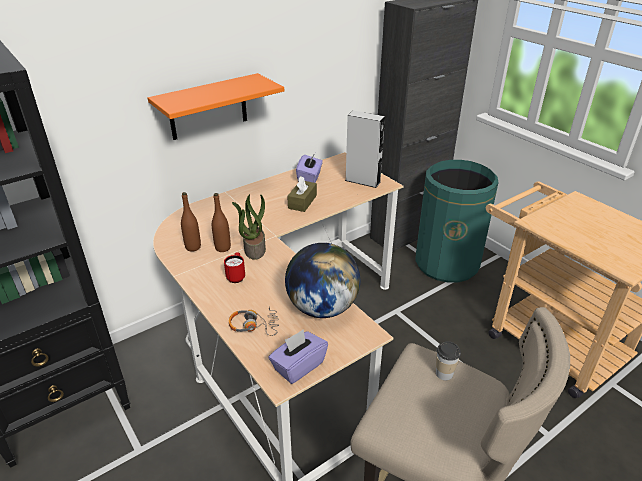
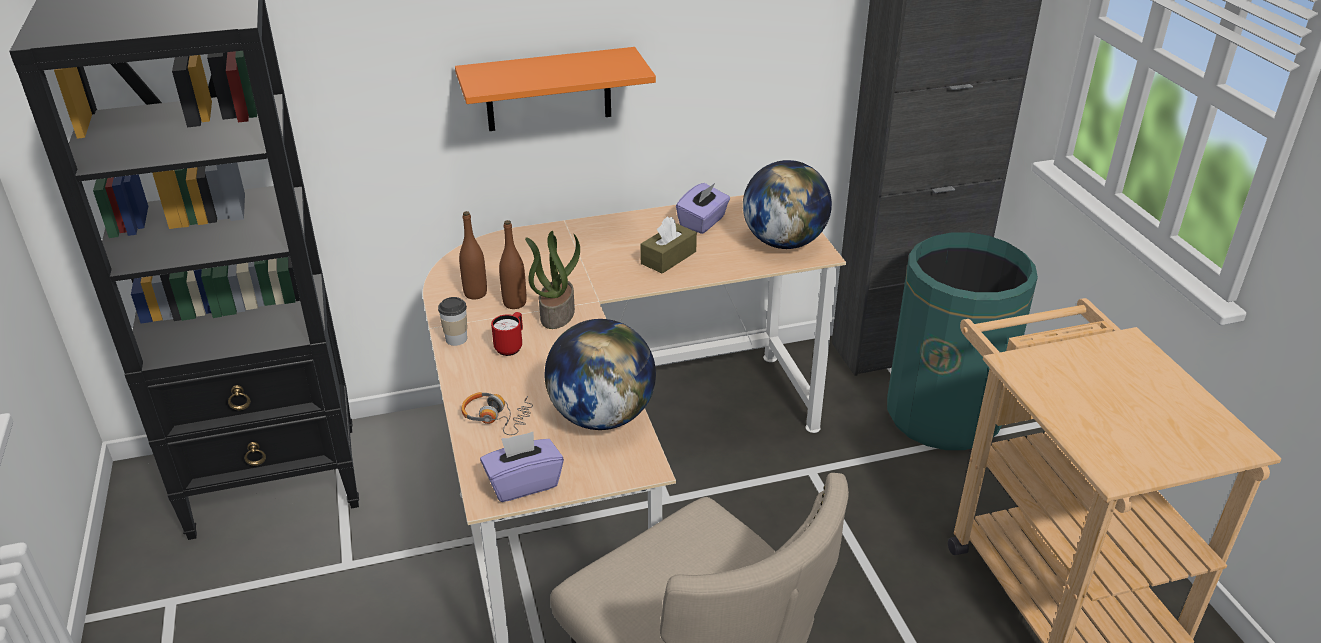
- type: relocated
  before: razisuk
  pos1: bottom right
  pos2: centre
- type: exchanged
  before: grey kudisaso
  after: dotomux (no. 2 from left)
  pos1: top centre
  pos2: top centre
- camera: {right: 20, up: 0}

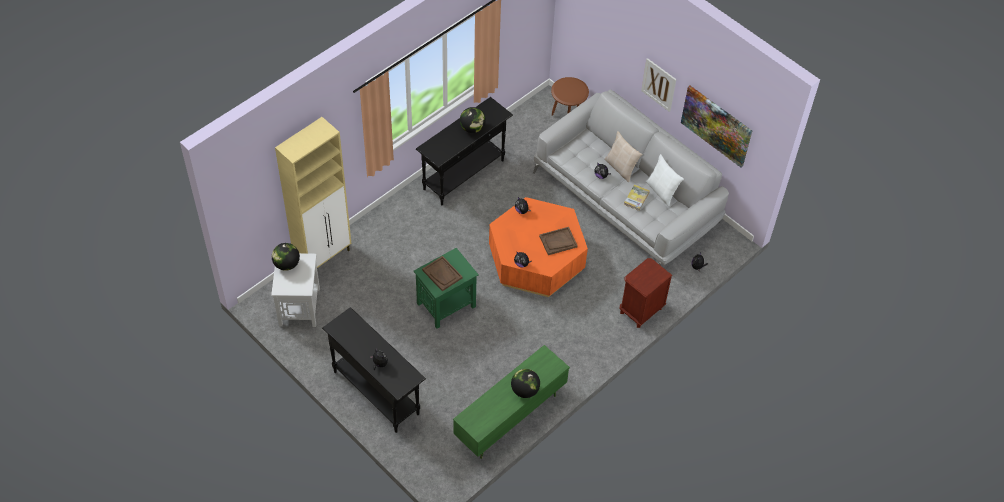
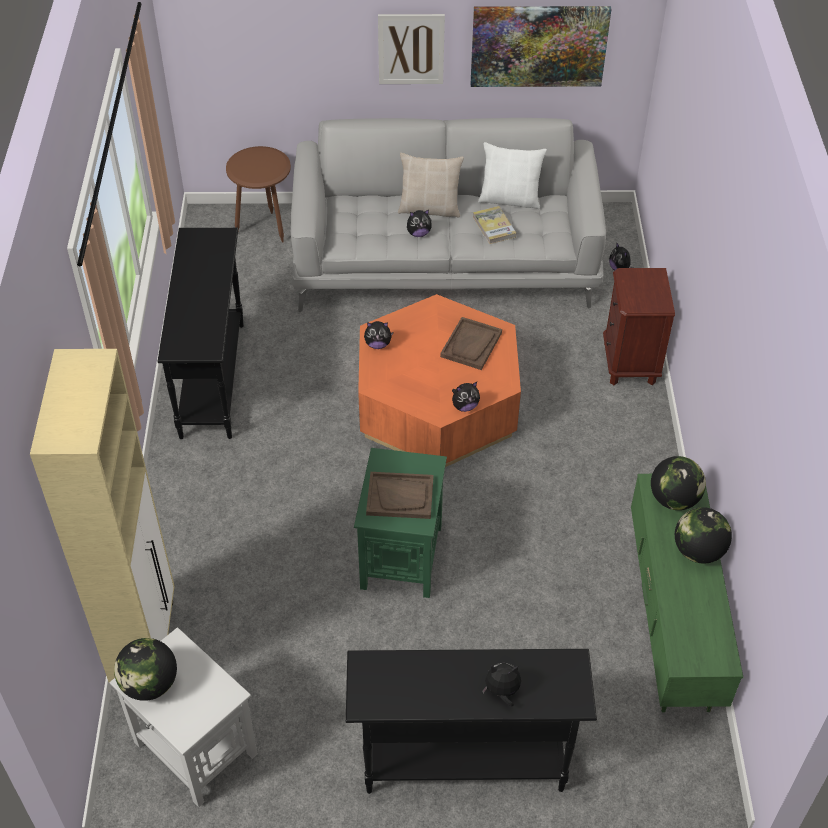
- type: relocated
  before: dotomux (no. 2 from left)
  pos1: top centre
  pos2: middle right
- camera: {right: -45, up: -5}

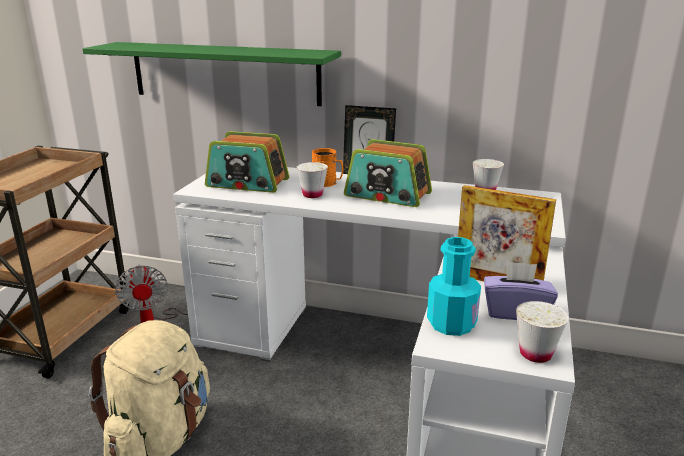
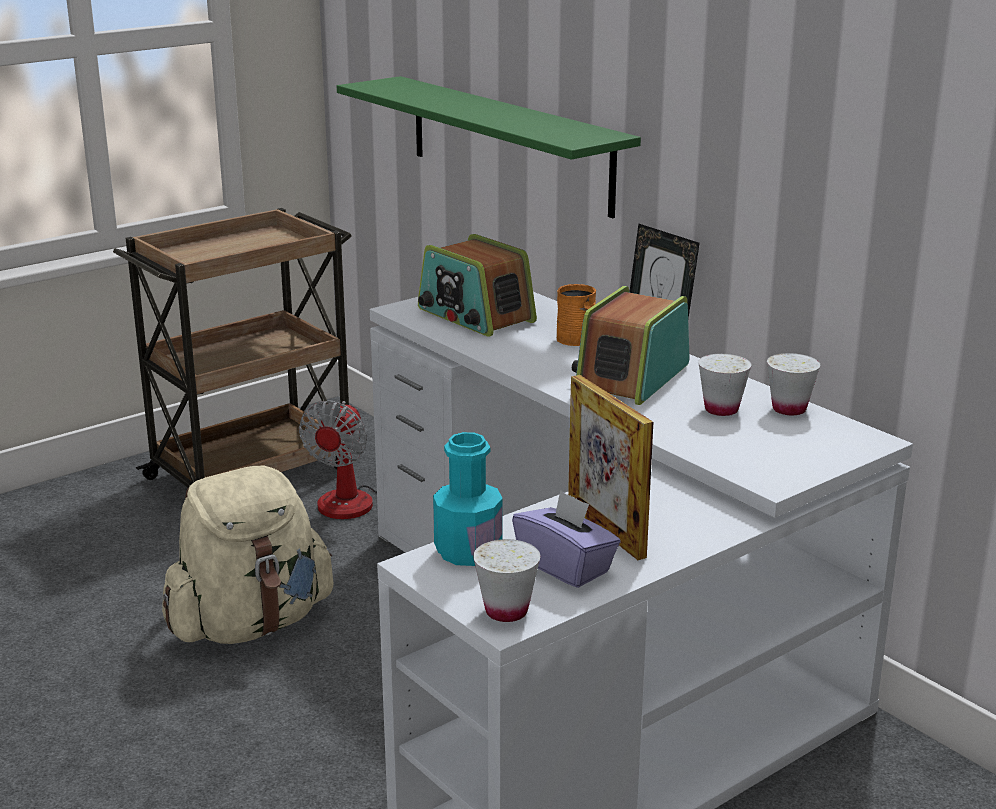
- type: spun
  before: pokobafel (no. 2 from left)
  pos1: centre
  pos2: centre
  turn: 60
- type: relocated
  before: white razisuk (no. 1 from left in the first image)
  after: white razisuk (no. 2 from left)
  pos1: centre
  pos2: middle right
- camera: {right: 35, up: 0}

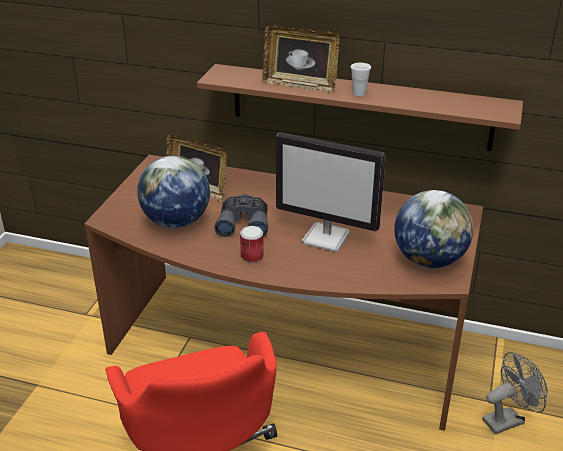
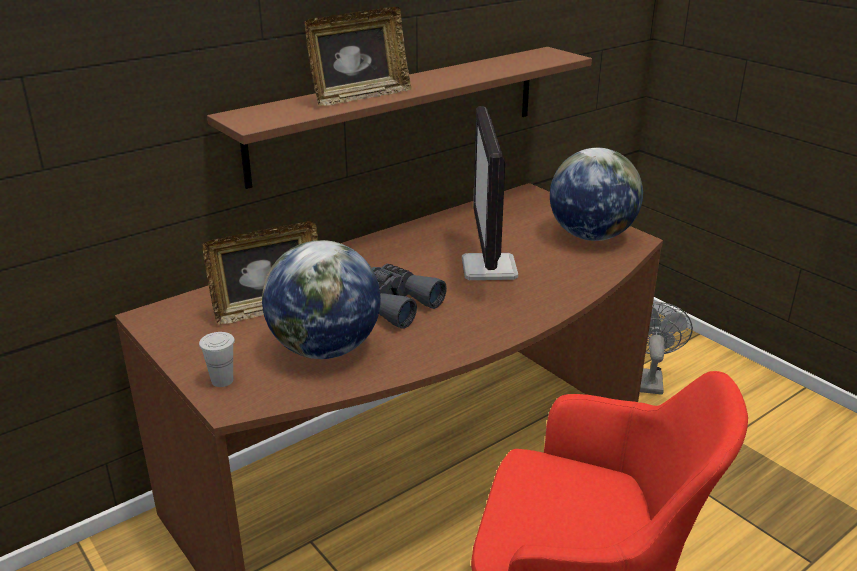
- type: relocated
  before: white razisuk
  pos1: top centre
  pos2: middle left
- type: spun
  before: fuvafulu
  pos1: centre
  pos2: centre
  turn: 120
- type: missing
  before: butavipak
  pos1: centre
- camera: {right: -55, up: -5}

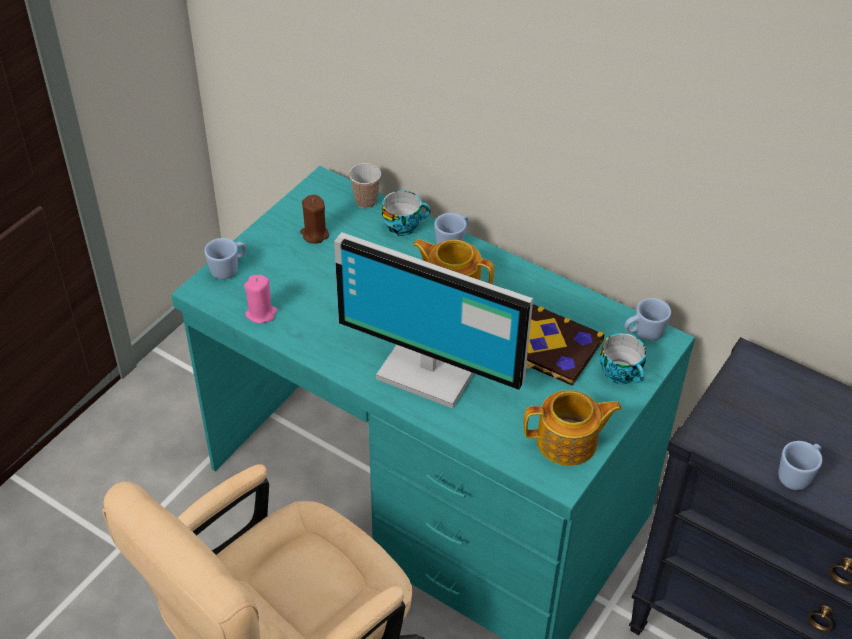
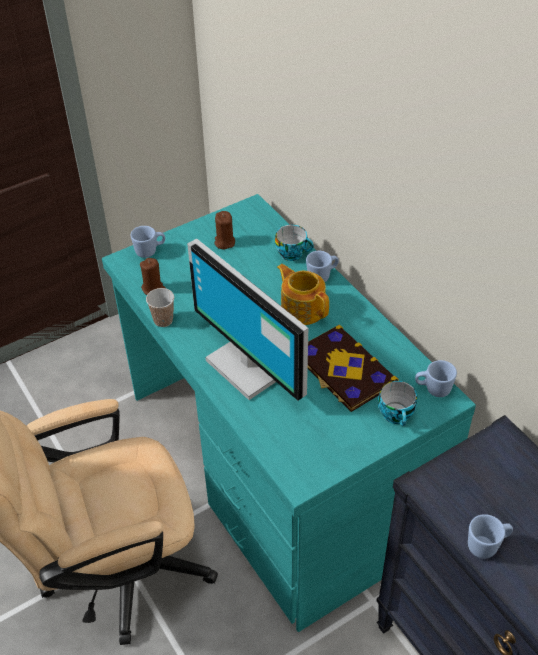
- type: colour
  before: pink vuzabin
  after: brown vuzabin (no. 1 from left)
  pos1: middle left
  pos2: middle left
- type: relocated
  before: razisuk (no. 1 from left)
  pos1: top centre
  pos2: middle left
- type: missing
  before: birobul (no. 2 from left)
  pos1: bottom right
- camera: {right: 25, up: 0}

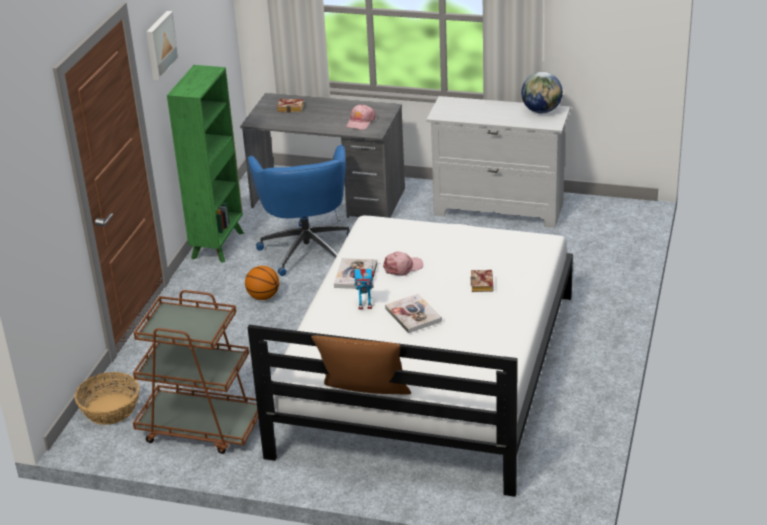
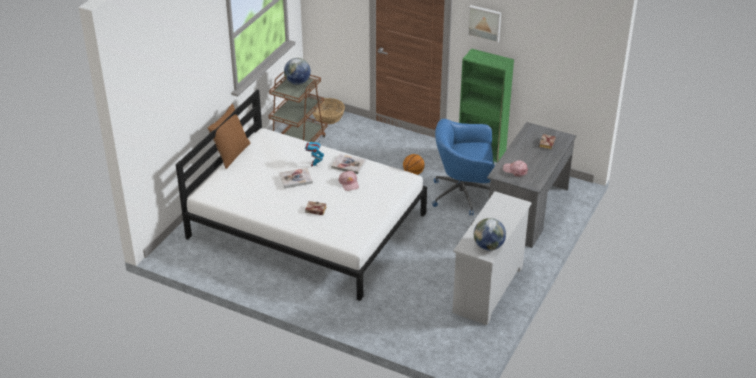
- type: appeared
  after: dotomux (no. 1 from left)
  pos2: top centre
- camera: {right: 100, up: 5}

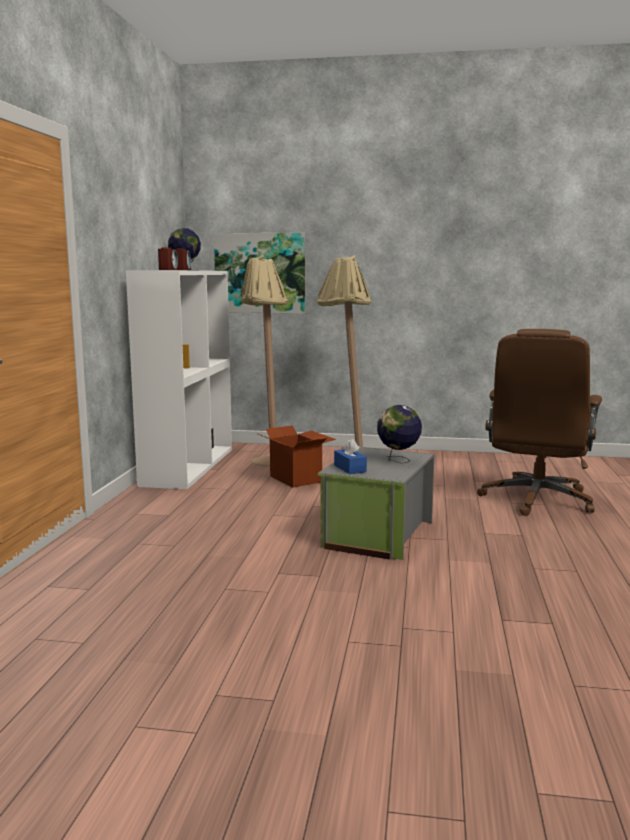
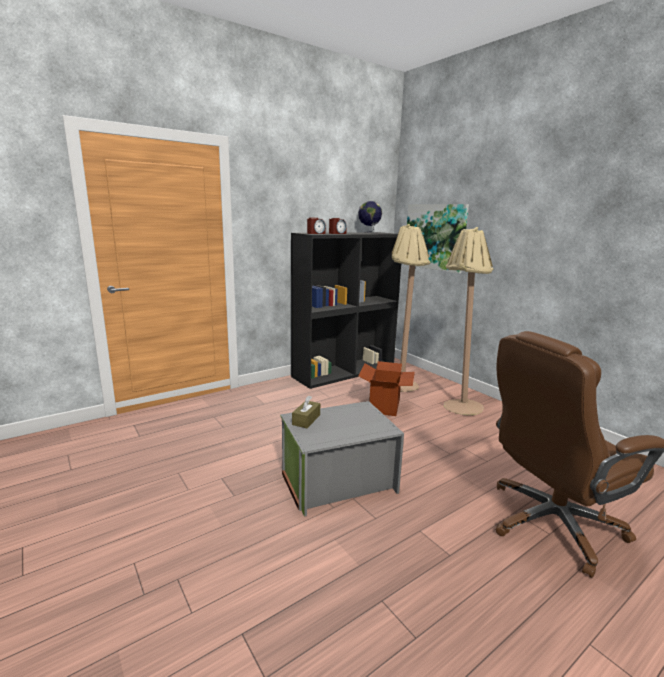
- type: colour
  before: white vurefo
  after: black vurefo
  pos1: middle left
  pos2: centre
- type: colour
  before: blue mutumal
  after: brown mutumal
  pos1: centre
  pos2: centre
- type: missing
  before: dotomux (no. 2 from left)
  pos1: centre
- camera: {right: 45, up: 5}

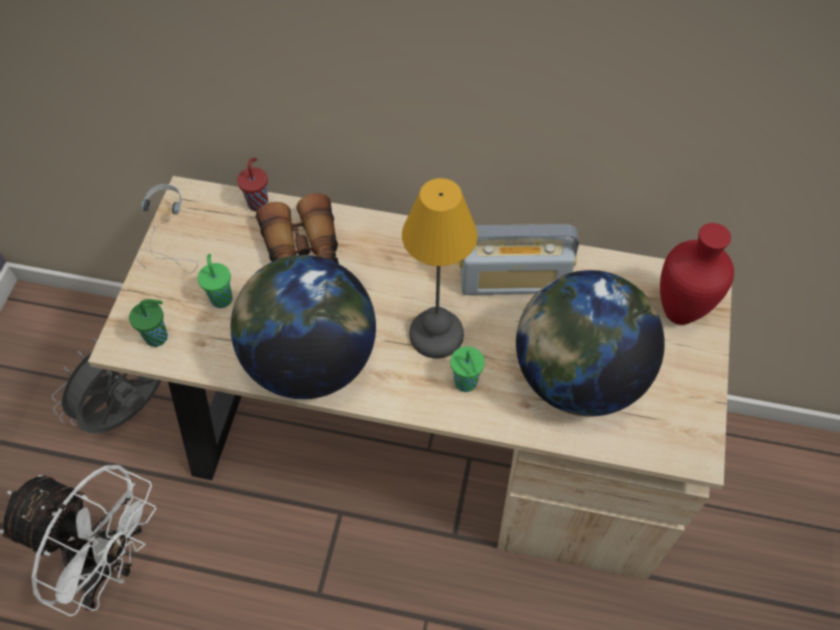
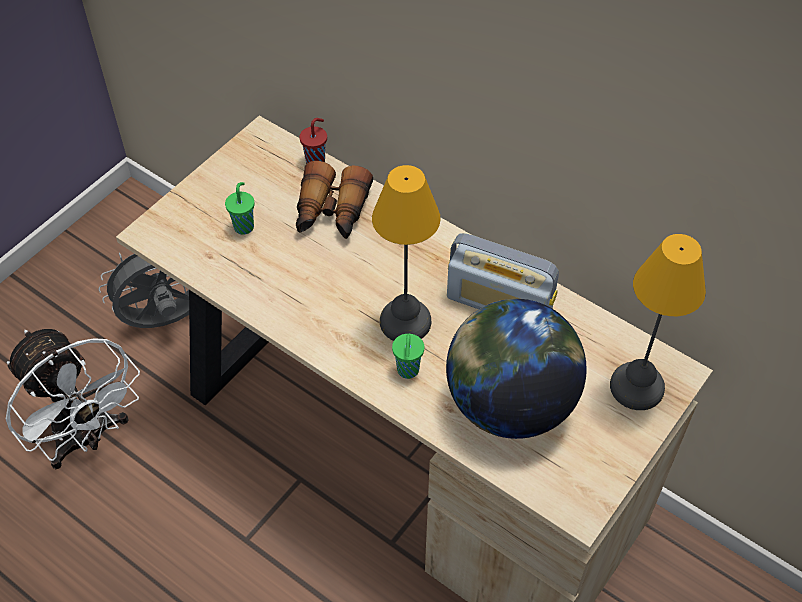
- type: exchanged
  before: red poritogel
  after: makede (no. 2 from left)
  pos1: middle right
  pos2: middle right
- type: missing
  before: green razisuk (no. 1 from left)
  pos1: middle left
- type: missing
  before: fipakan
  pos1: middle left
- type: missing
  before: dotomux (no. 1 from left)
  pos1: centre
- camera: {right: 25, up: -5}

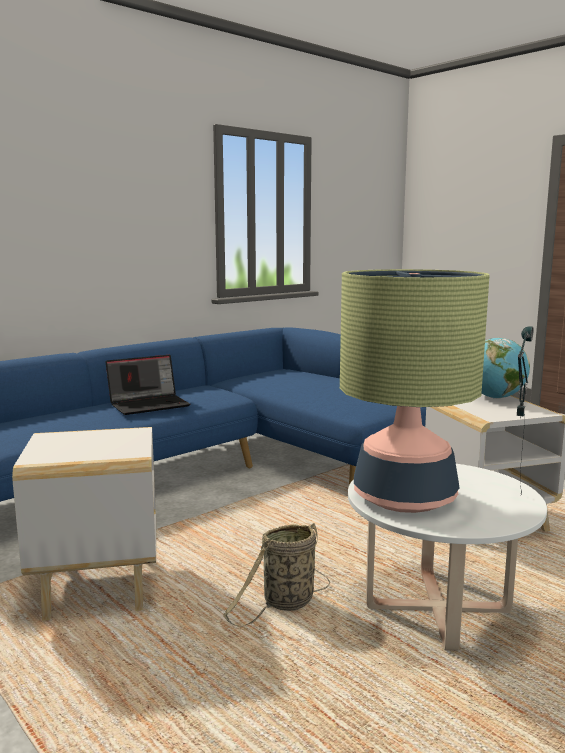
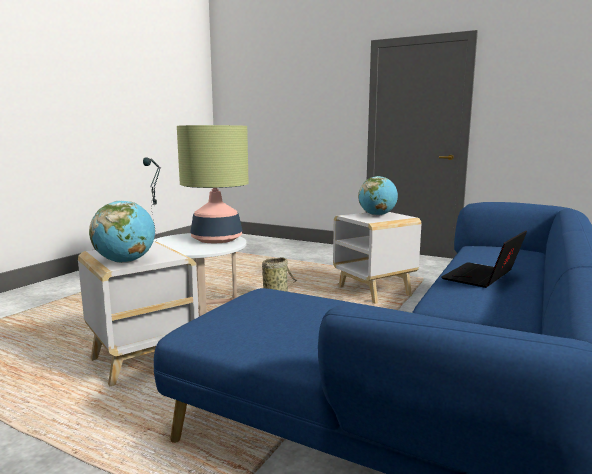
- type: appeared
  after: dotomux (no. 2 from left)
  pos2: centre
- camera: {right: 160, up: 0}

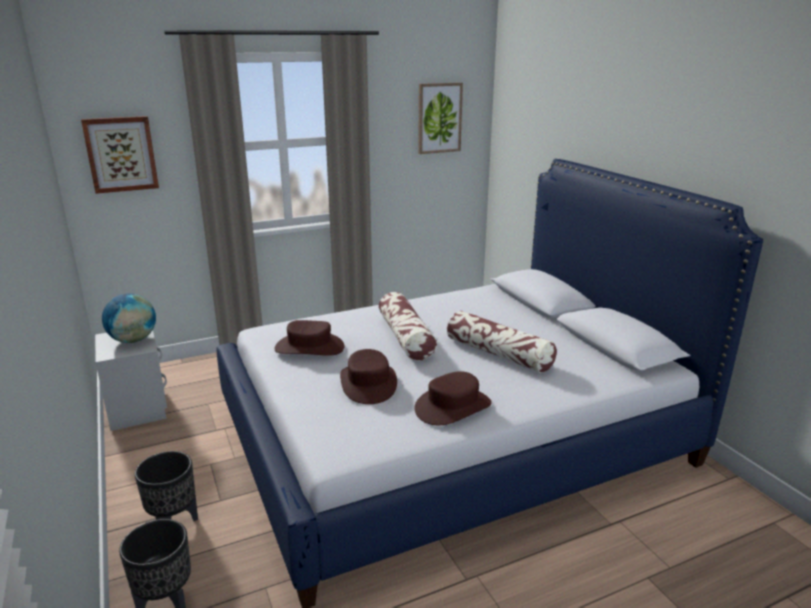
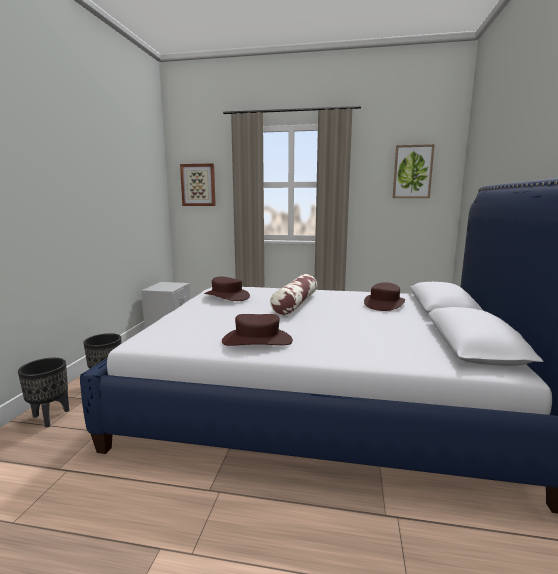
- type: relocated
  before: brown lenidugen (no. 2 from left in the first image)
  after: brown lenidugen (no. 3 from left)
  pos1: centre
  pos2: middle right
- type: missing
  before: dotomux
  pos1: middle left
- type: missing
  before: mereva (no. 2 from left)
  pos1: centre
- camera: {right: 35, up: -10}

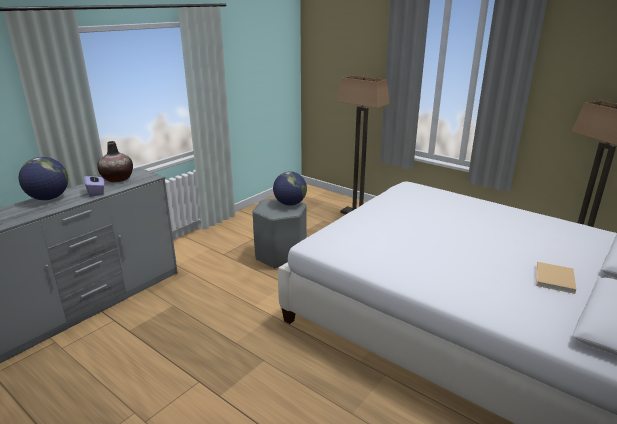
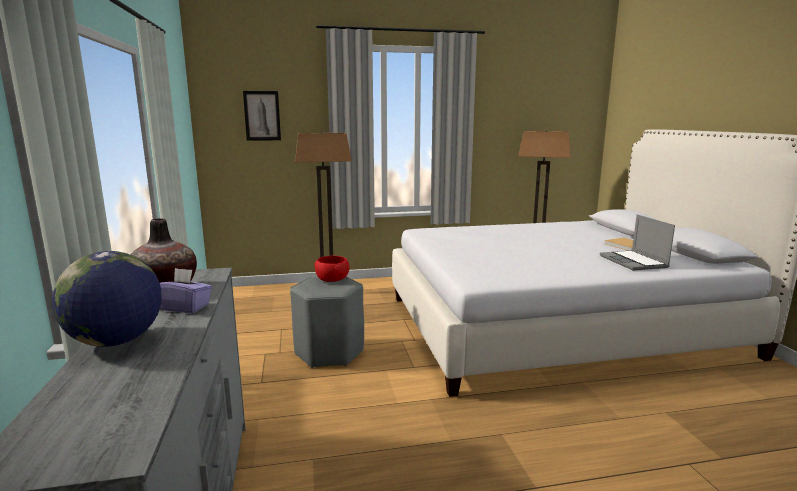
- type: appeared
  after: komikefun
  pos2: top left
- type: exchanged
  before: dotomux (no. 2 from left)
  after: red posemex
  pos1: centre
  pos2: centre
- type: appeared
  after: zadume
  pos2: middle right
- camera: {right: -50, up: -10}

